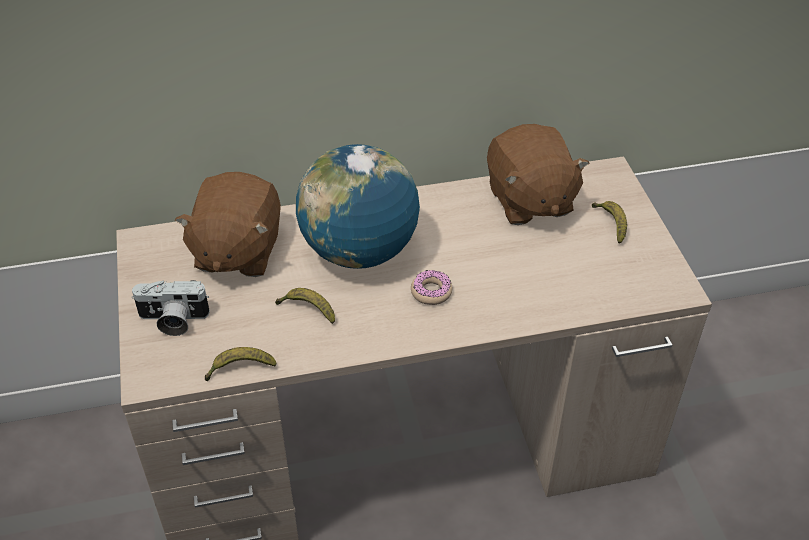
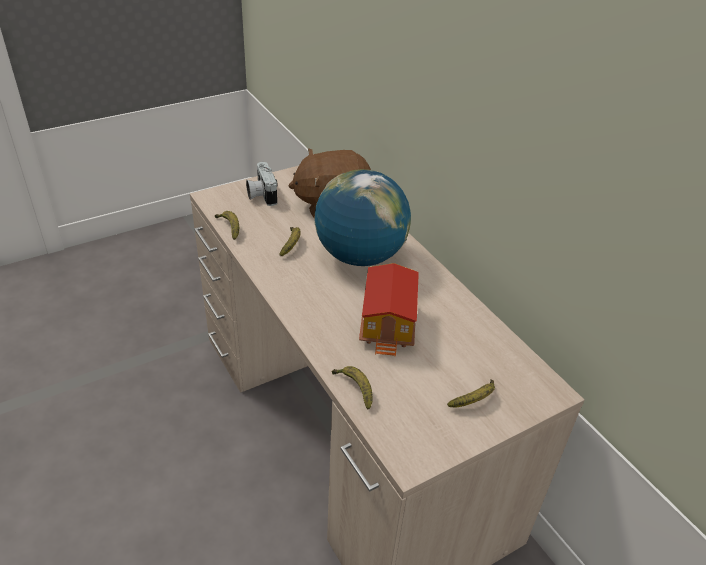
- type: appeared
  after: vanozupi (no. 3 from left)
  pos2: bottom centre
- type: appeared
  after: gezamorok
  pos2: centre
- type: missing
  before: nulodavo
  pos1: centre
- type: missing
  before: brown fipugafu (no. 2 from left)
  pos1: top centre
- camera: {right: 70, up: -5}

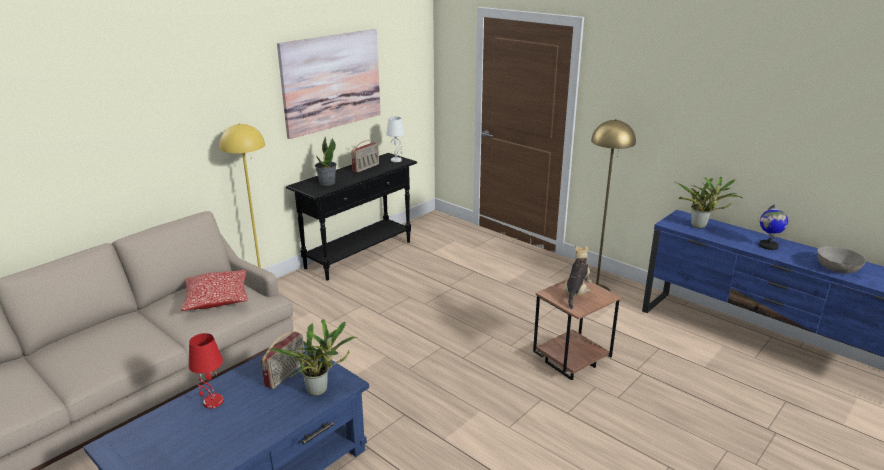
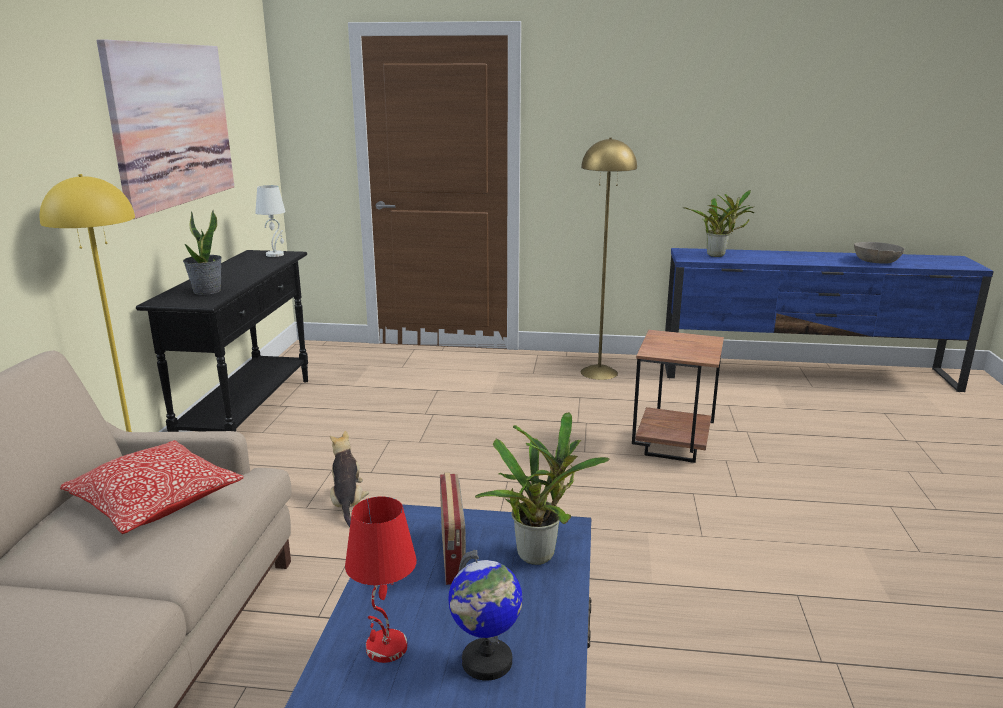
- type: relocated
  before: fipugafu
  pos1: centre
  pos2: bottom centre
- type: relocated
  before: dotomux
  pos1: middle right
  pos2: bottom centre
- type: missing
  before: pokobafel (no. 2 from left)
  pos1: top centre
- camera: {right: -35, up: -5}

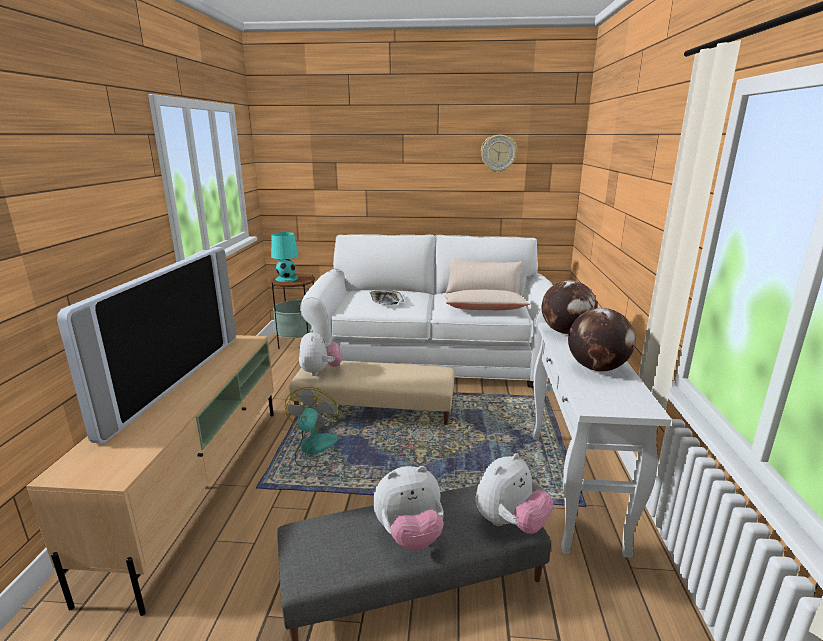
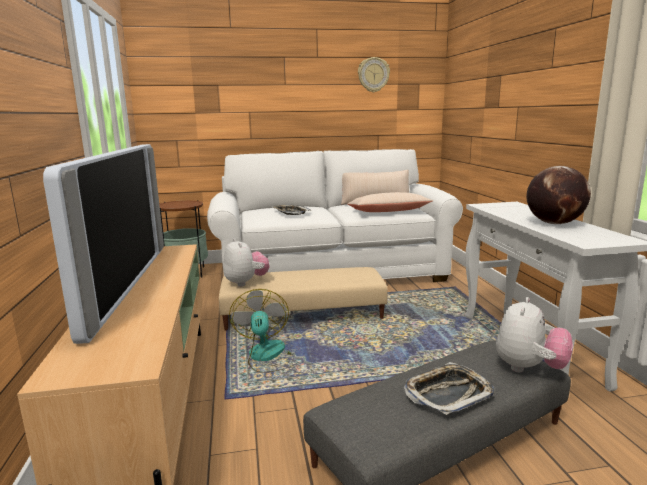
- type: exchanged
  before: fipugafu (no. 2 from left)
  after: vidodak (no. 2 from left)
  pos1: bottom centre
  pos2: bottom right
- type: missing
  before: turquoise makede
  pos1: centre
- type: missing
  before: dotomux (no. 1 from left)
  pos1: middle right
- camera: {right: -15, up: -5}

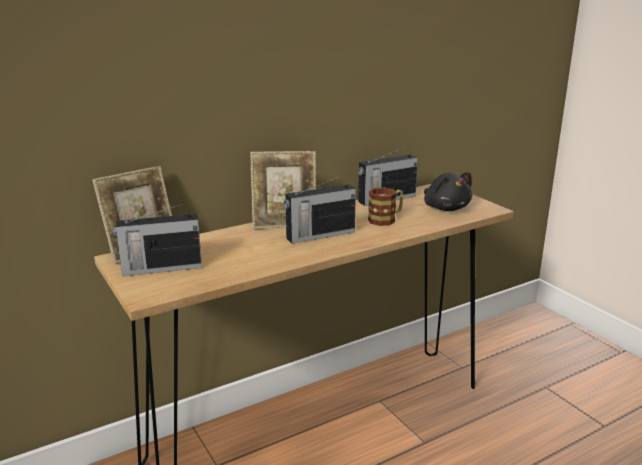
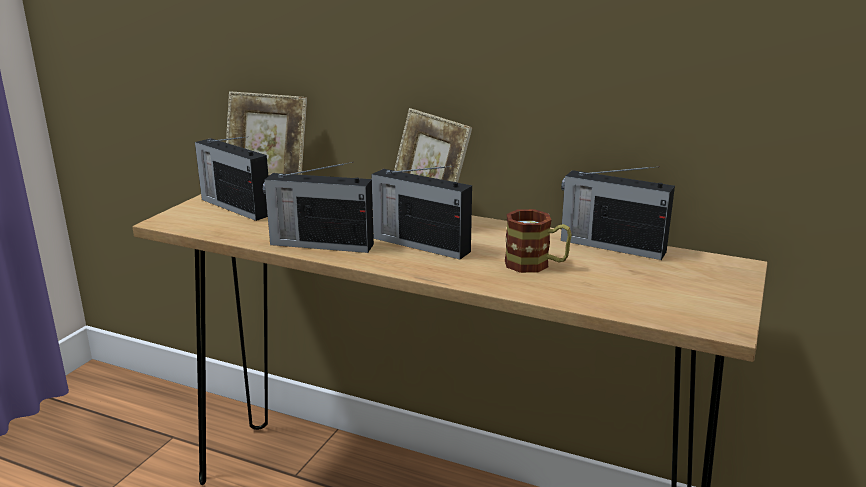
- type: appeared
  after: pokobafel (no. 2 from left)
  pos2: centre
- type: missing
  before: black fipugafu
  pos1: middle right
- camera: {right: 55, up: 0}

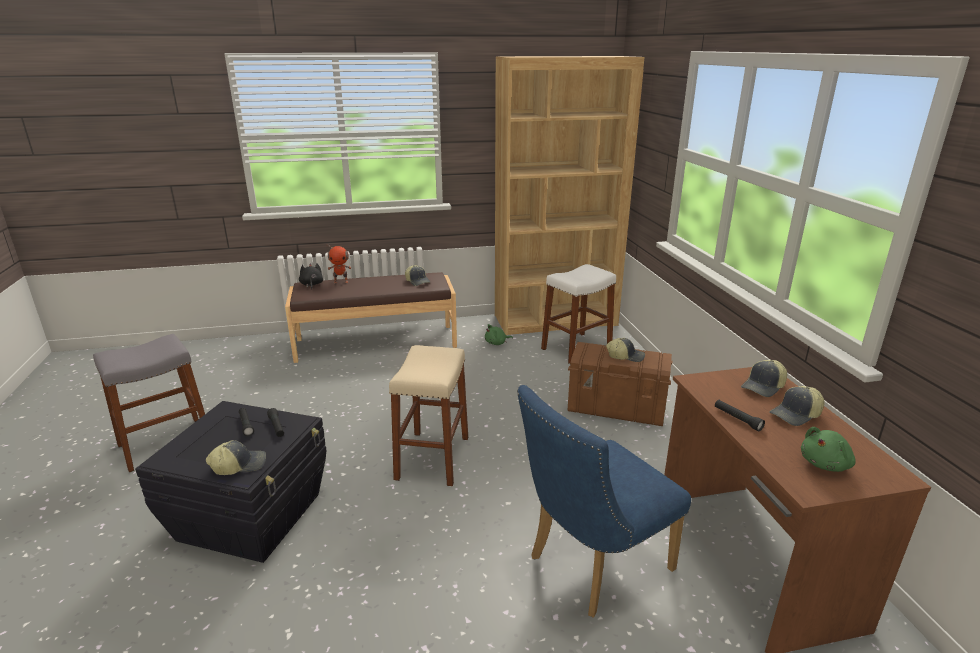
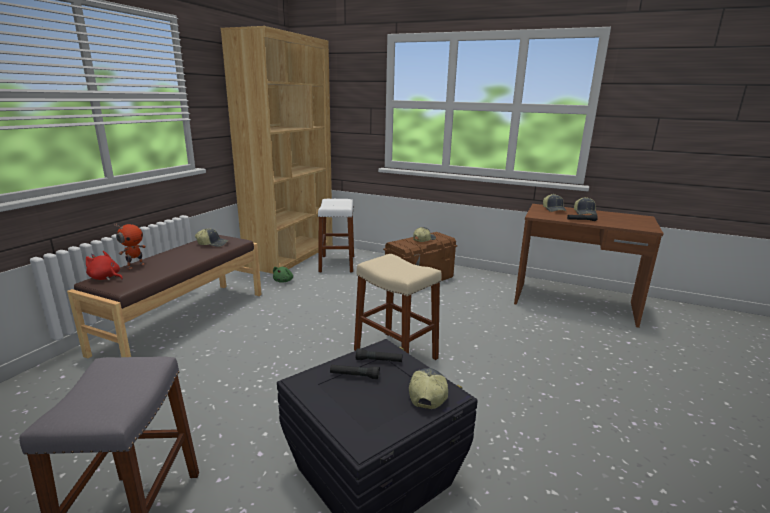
- type: colour
  before: black fipugafu
  after: red fipugafu
  pos1: middle left
  pos2: middle left
- type: missing
  before: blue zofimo
  pos1: bottom centre
- type: missing
  before: green fipugafu (no. 2 from left)
  pos1: bottom right
- camera: {right: -55, up: -5}

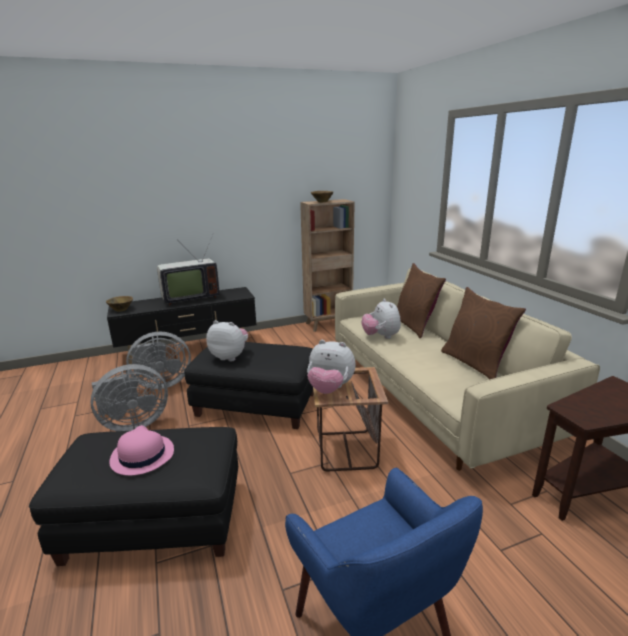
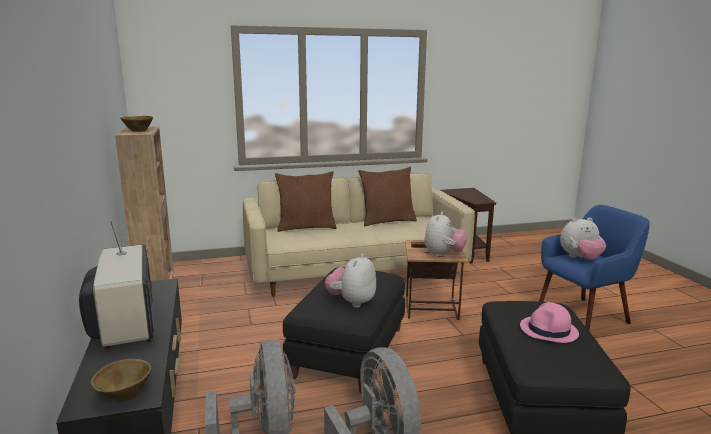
- type: relocated
  before: fipugafu (no. 3 from left)
  pos1: centre
  pos2: middle right
- camera: {right: -85, up: -5}

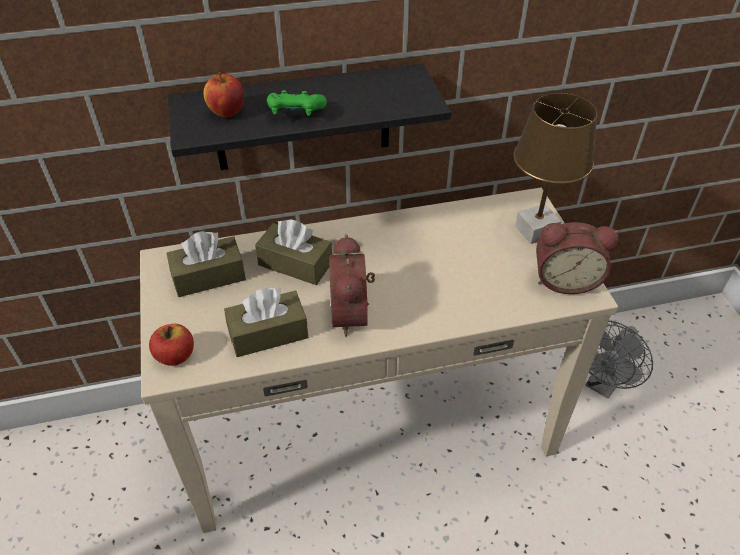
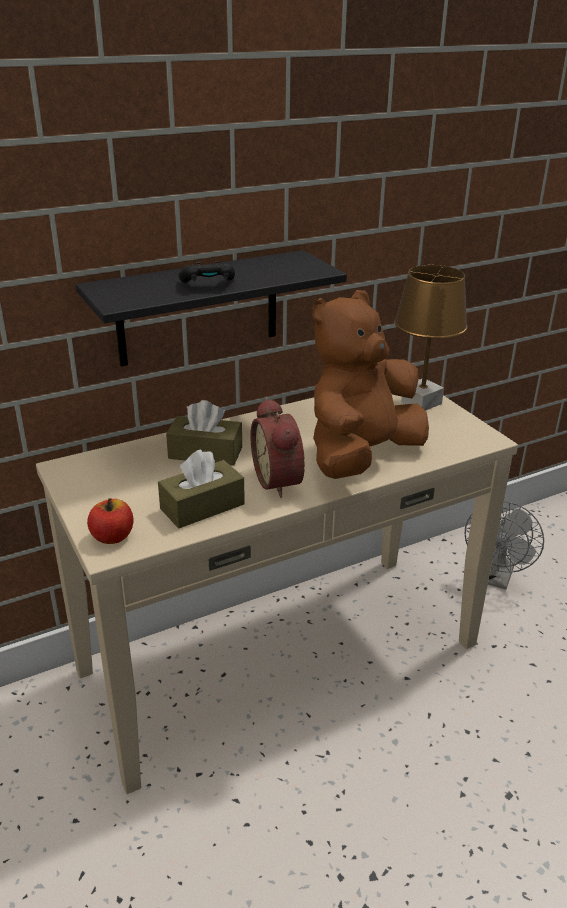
- type: colour
  before: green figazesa
  after: black figazesa
  pos1: top centre
  pos2: top centre
- type: appeared
  after: brown fipugafu
  pos2: centre
- type: missing
  before: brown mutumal (no. 1 from left)
  pos1: middle left
- type: missing
  before: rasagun (no. 2 from left)
  pos1: top left
- type: missing
  before: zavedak (no. 2 from left)
  pos1: middle right
- camera: {right: -15, up: -15}

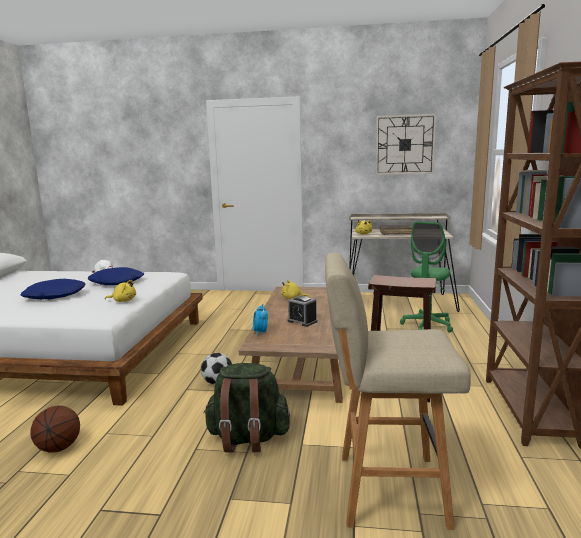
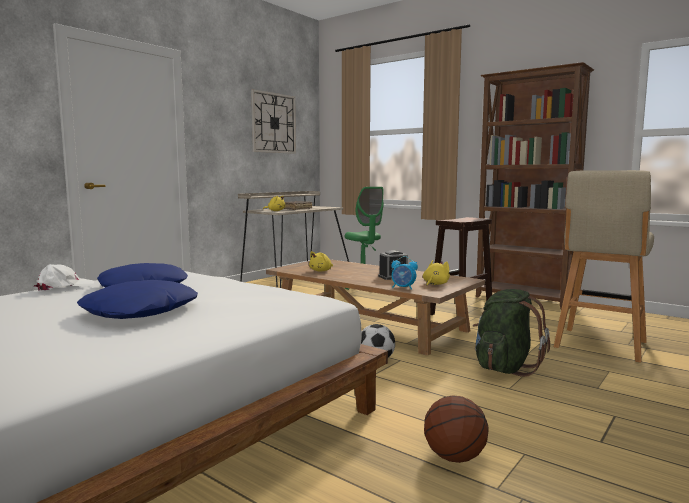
- type: relocated
  before: yellow fipugafu (no. 1 from left in the first image)
  after: yellow fipugafu (no. 3 from left)
  pos1: middle left
  pos2: centre
- camera: {right: -60, up: -5}

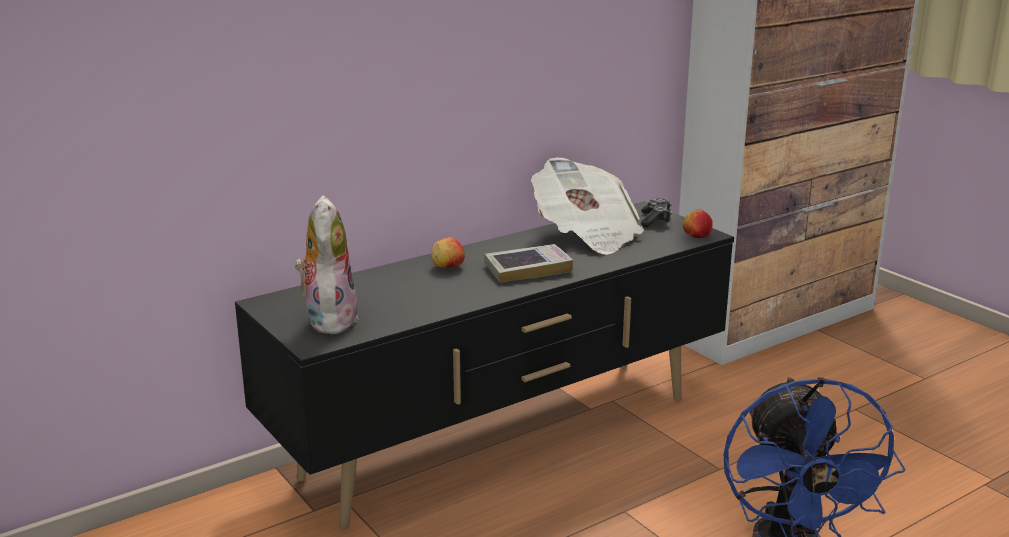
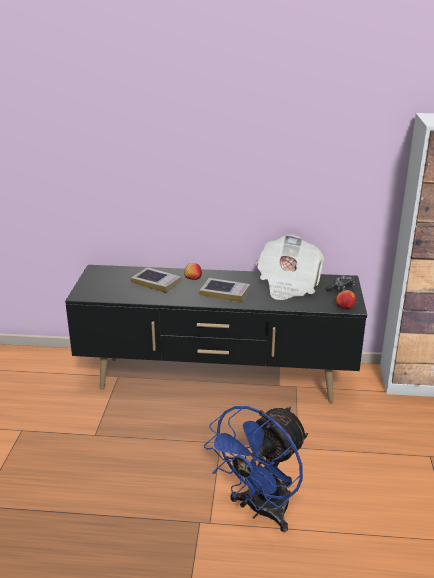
- type: appeared
  after: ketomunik (no. 1 from left)
  pos2: centre
- type: missing
  before: fipugafu
  pos1: middle left
- camera: {right: 40, up: 5}

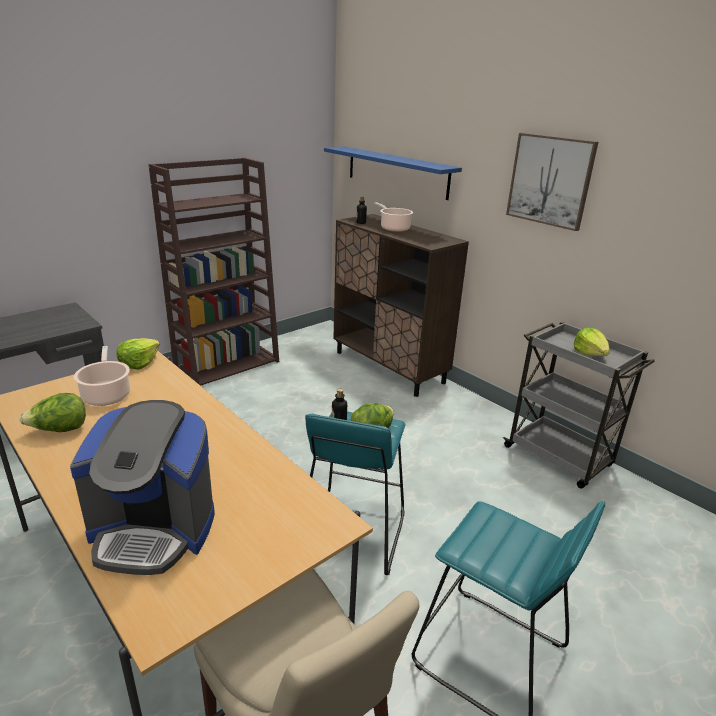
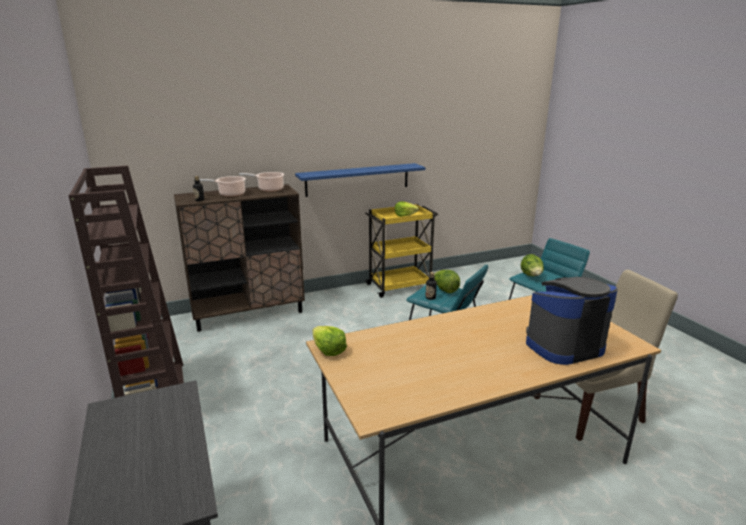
- type: relocated
  before: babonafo (no. 1 from left in the first image)
  after: babonafo (no. 2 from left)
  pos1: middle left
  pos2: centre
- type: relocated
  before: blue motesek
  pos1: top centre
  pos2: centre
- type: colour
  before: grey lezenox
  after: yellow lezenox
  pos1: middle right
  pos2: centre
- type: relocated
  before: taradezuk (no. 1 from left in the first image)
  after: taradezuk (no. 4 from left)
  pos1: middle left
  pos2: middle right
- type: spun
  before: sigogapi
  pos1: bottom left
  pos2: middle right
  turn: -135
- type: missing
  before: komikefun
  pos1: top right
- camera: {right: -70, up: -5}

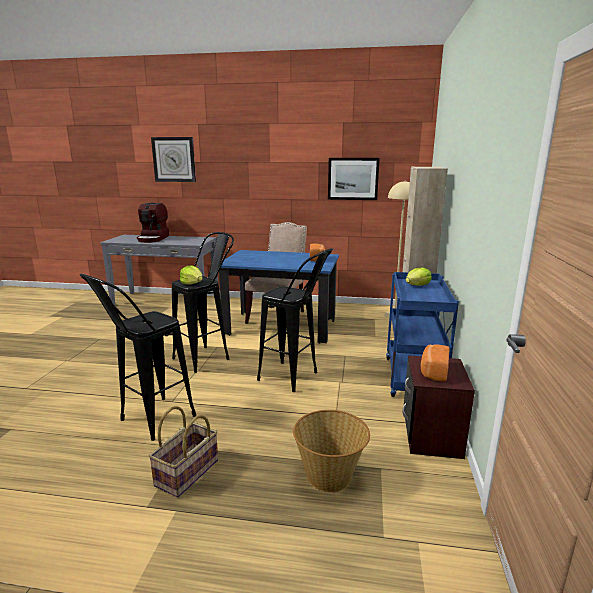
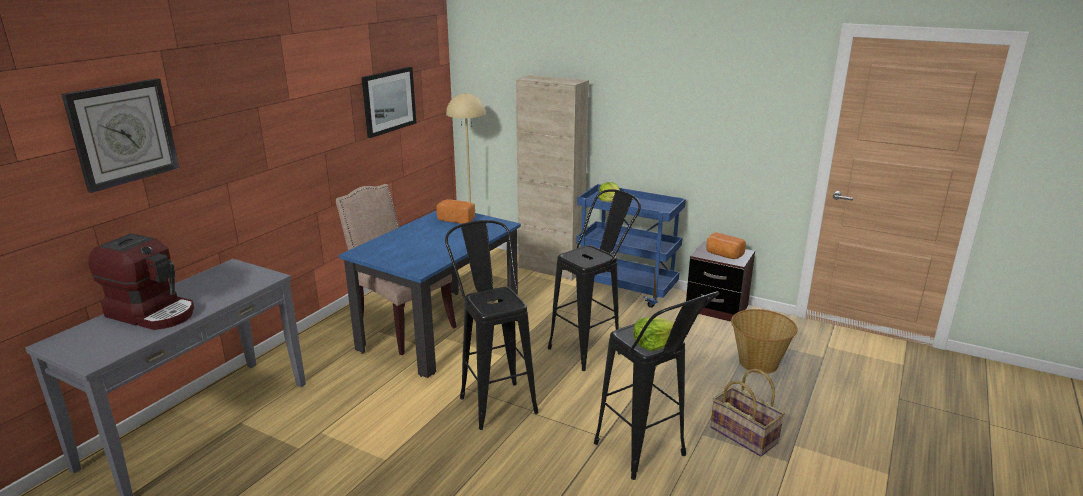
- type: relocated
  before: taradezuk (no. 1 from left in the first image)
  after: taradezuk (no. 2 from left)
  pos1: middle left
  pos2: bottom centre
- camera: {right: -70, up: 5}

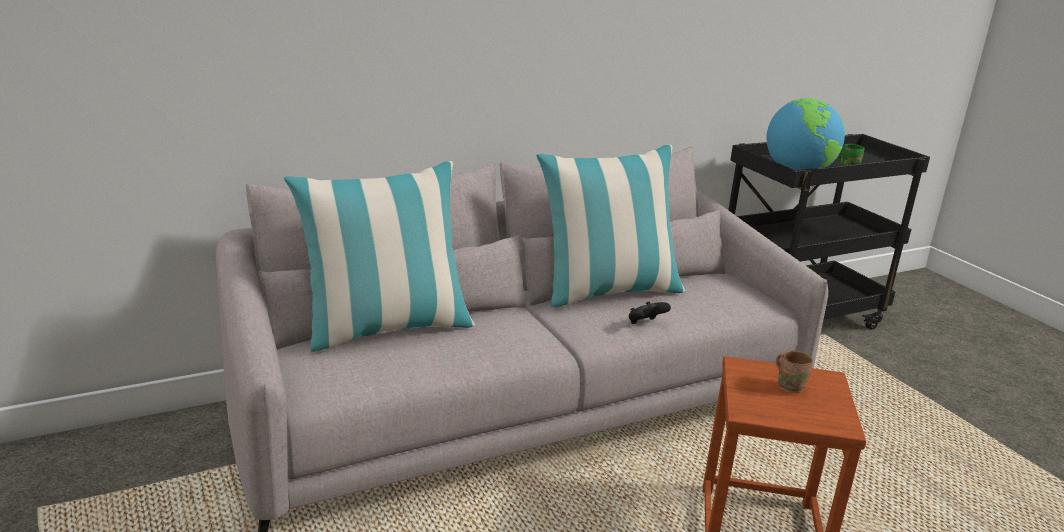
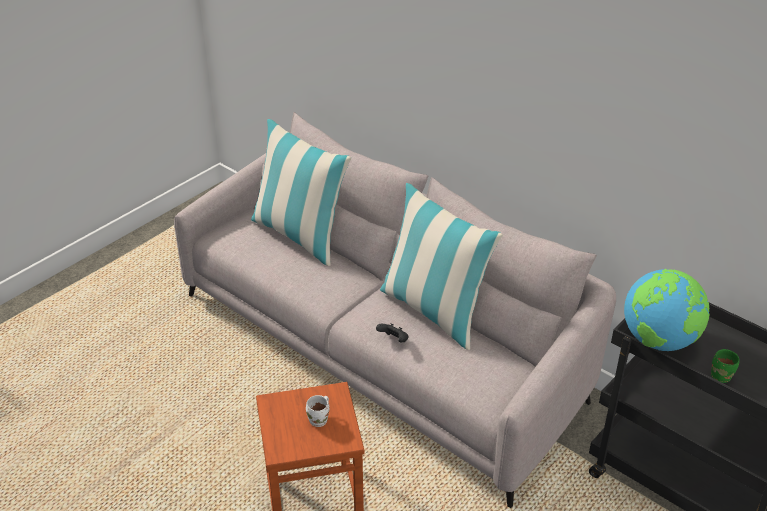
- type: colour
  before: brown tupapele
  after: white tupapele
  pos1: bottom right
  pos2: bottom centre
- camera: {right: 70, up: 15}

